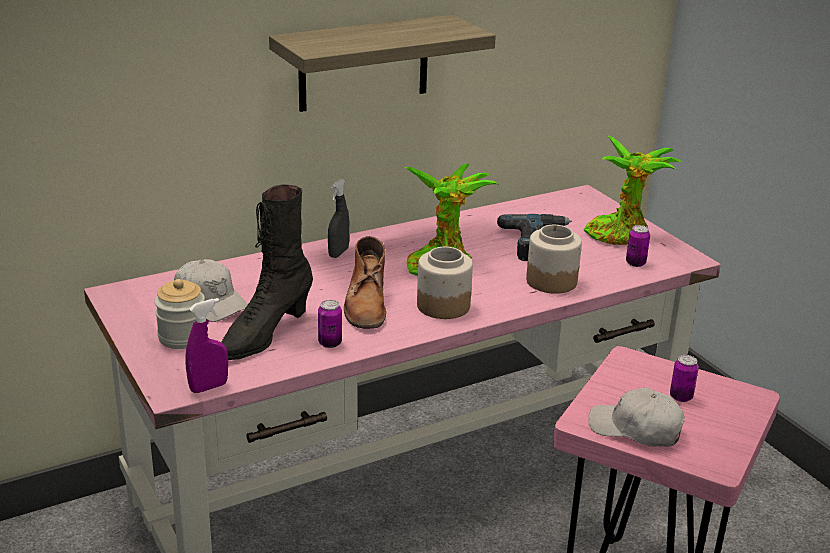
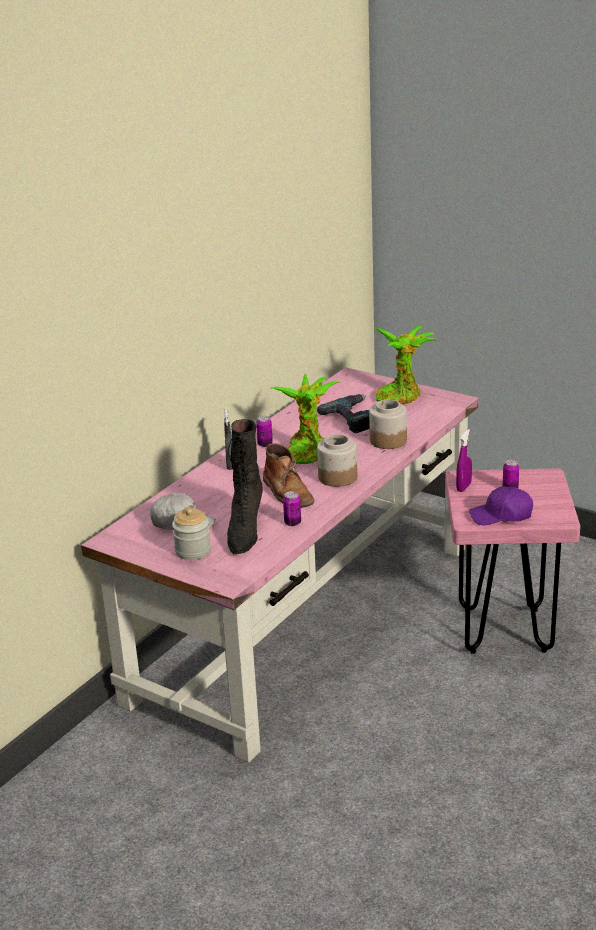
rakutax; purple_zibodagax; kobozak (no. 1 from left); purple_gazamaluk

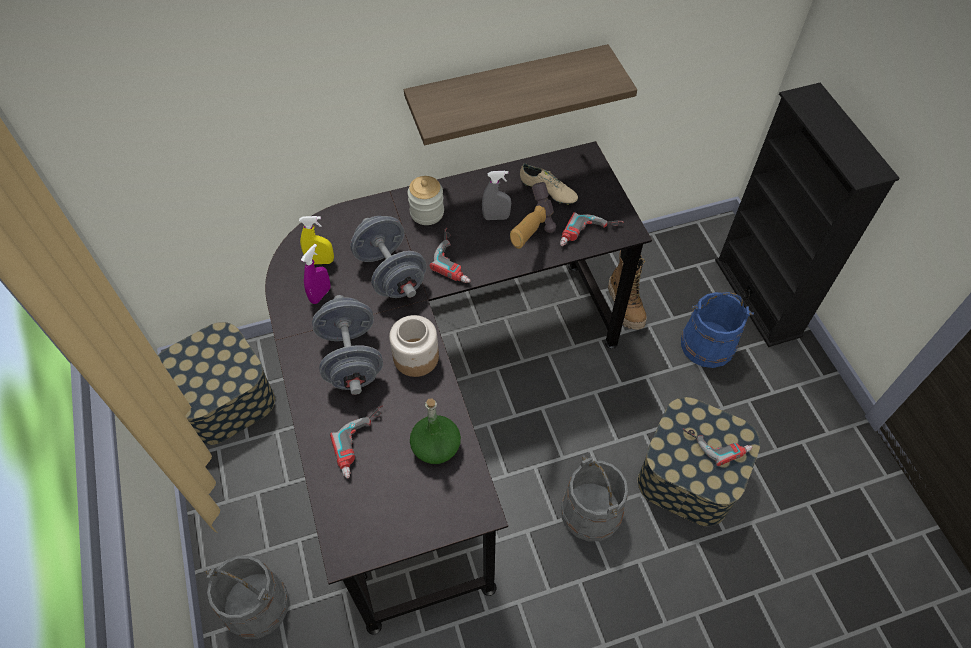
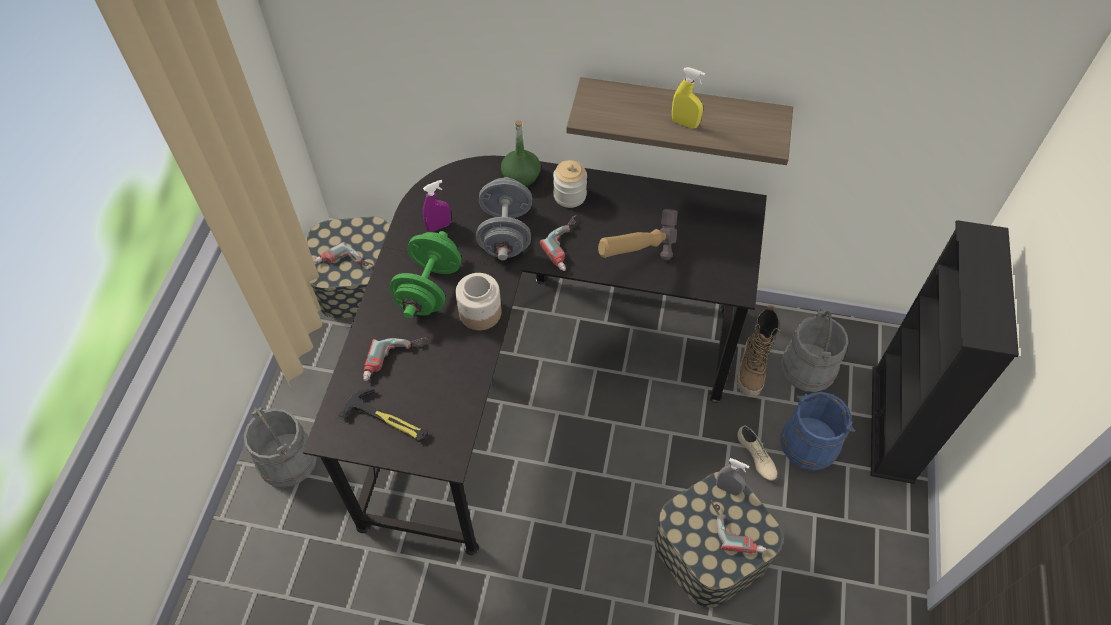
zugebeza (no. 1 from left); yellow_zibodagax; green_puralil; grey_zibodagax; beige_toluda; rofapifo (no. 1 from left); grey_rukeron (no. 2 from left); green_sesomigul

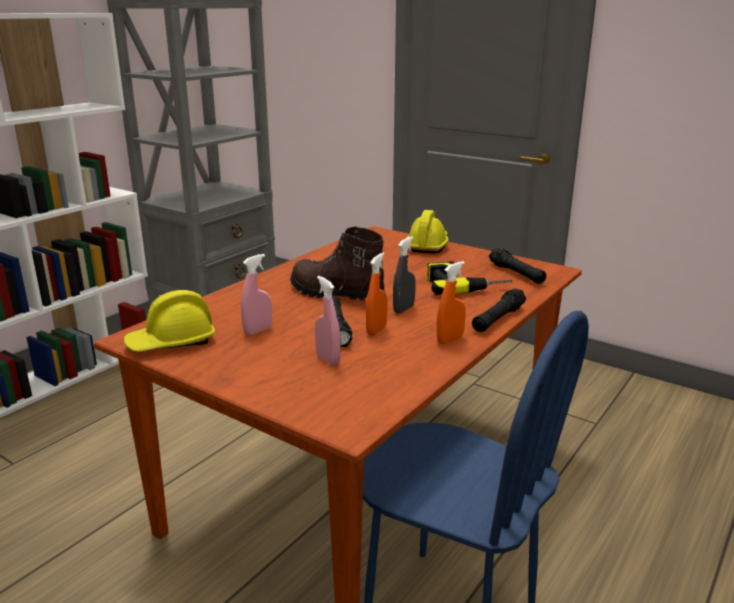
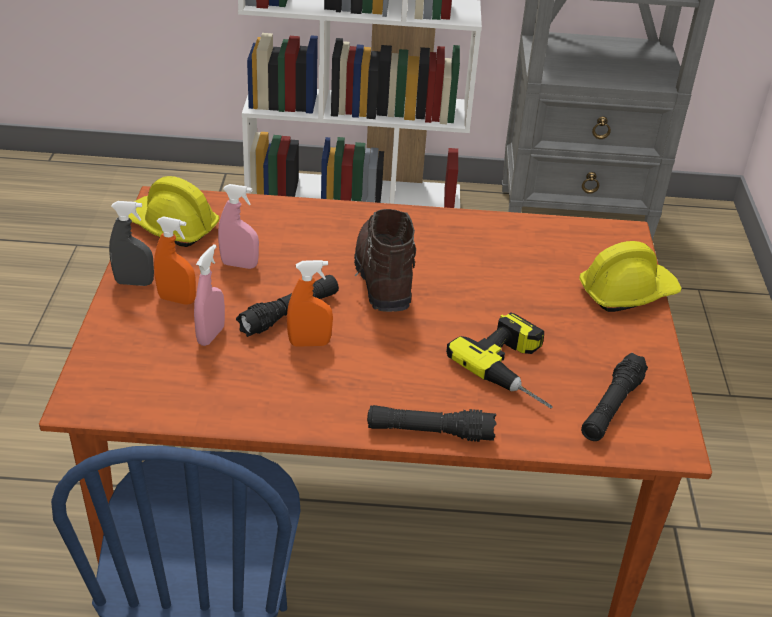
grey_zibodagax; orange_zibodagax (no. 1 from left)

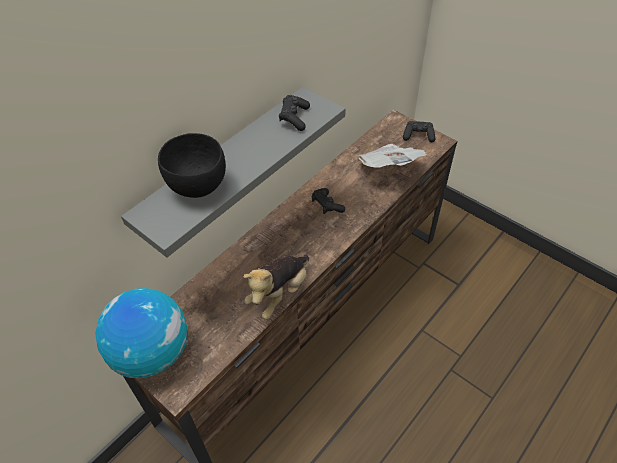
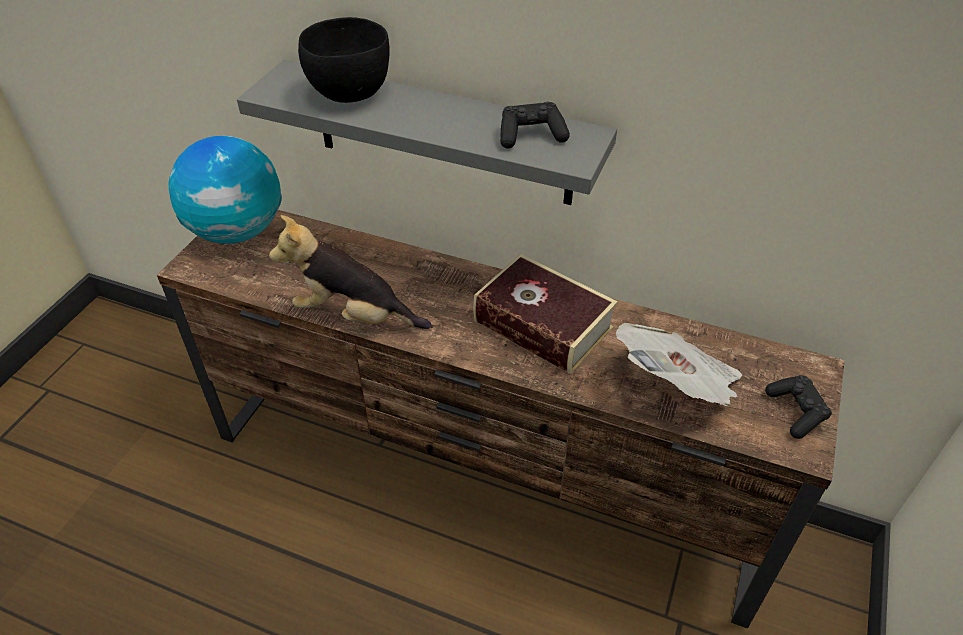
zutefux

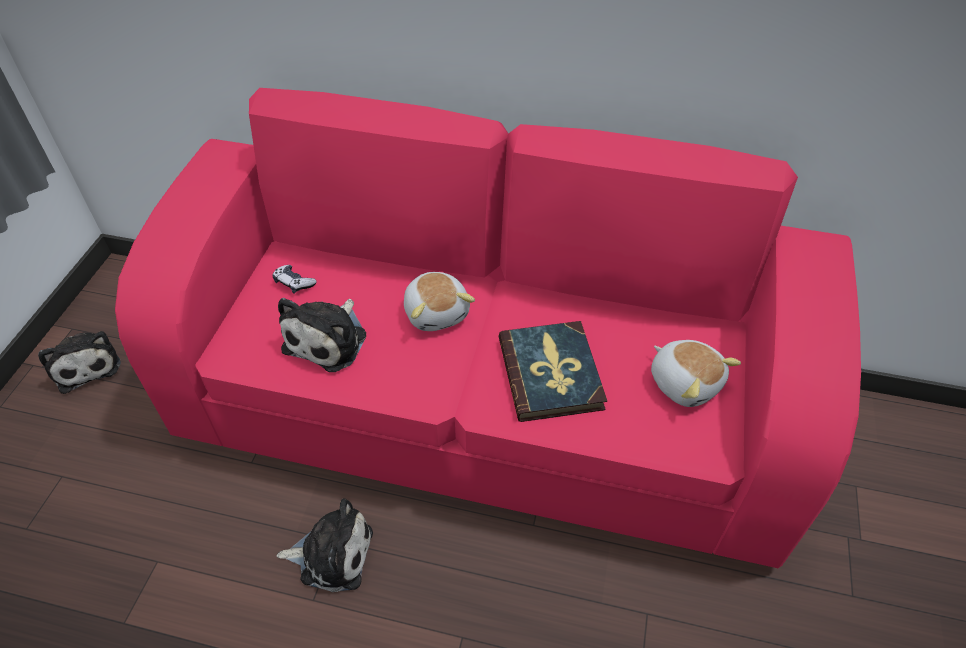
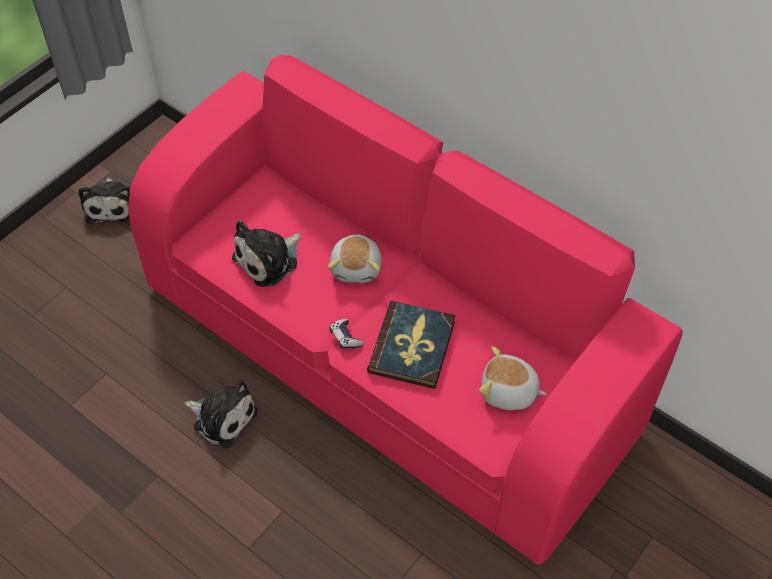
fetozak; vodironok (no. 5 from left)

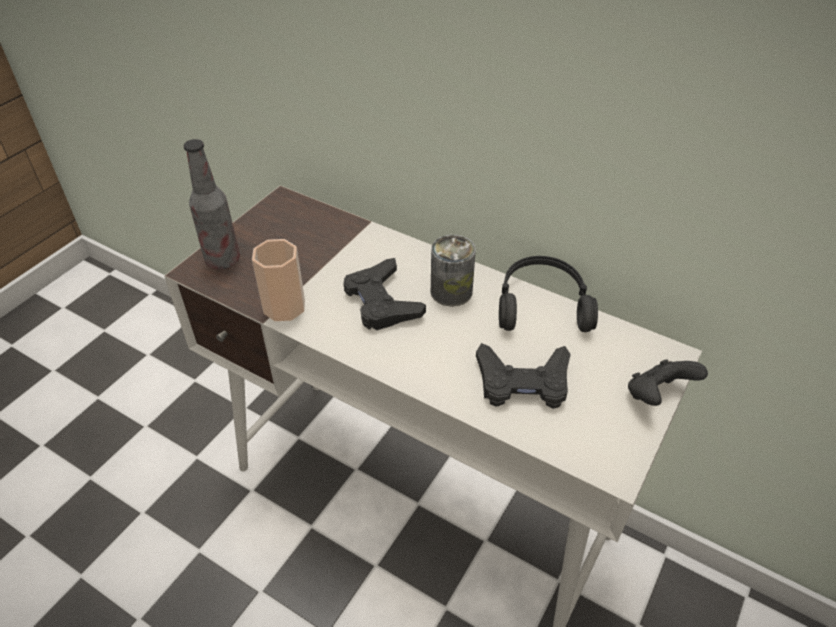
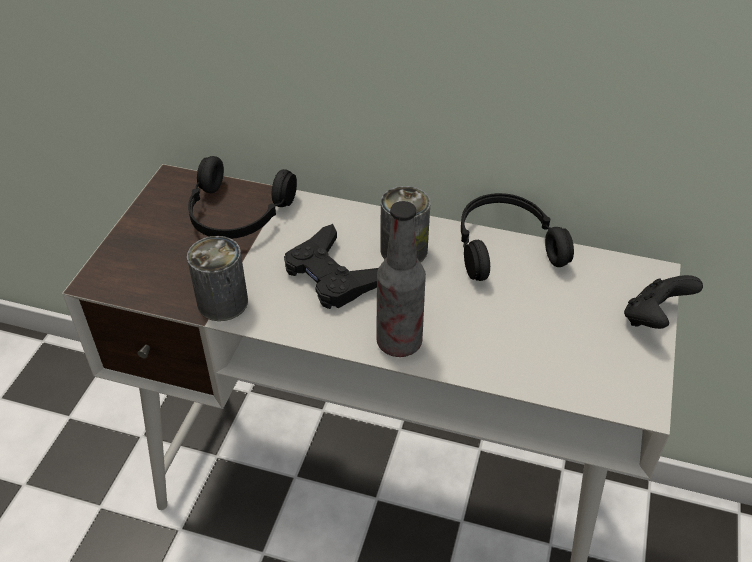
black_fetozak (no. 2 from left in the first image); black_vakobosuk (no. 1 from left); puralil; kobozak (no. 1 from left)

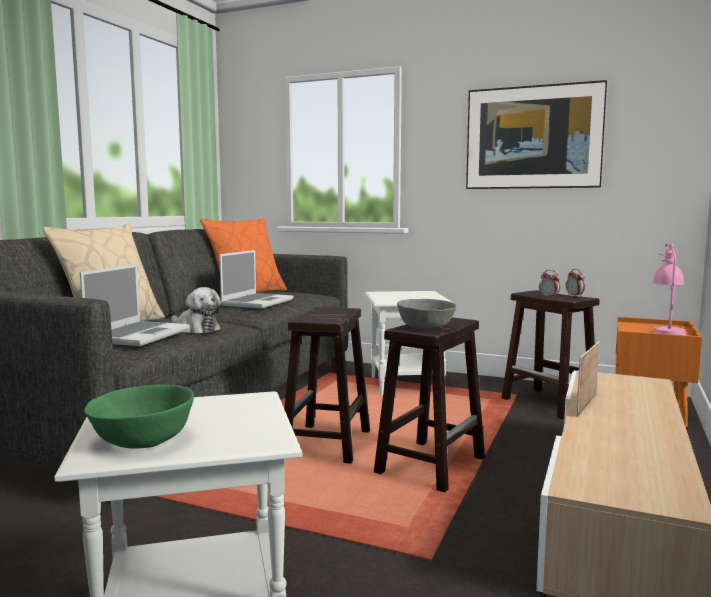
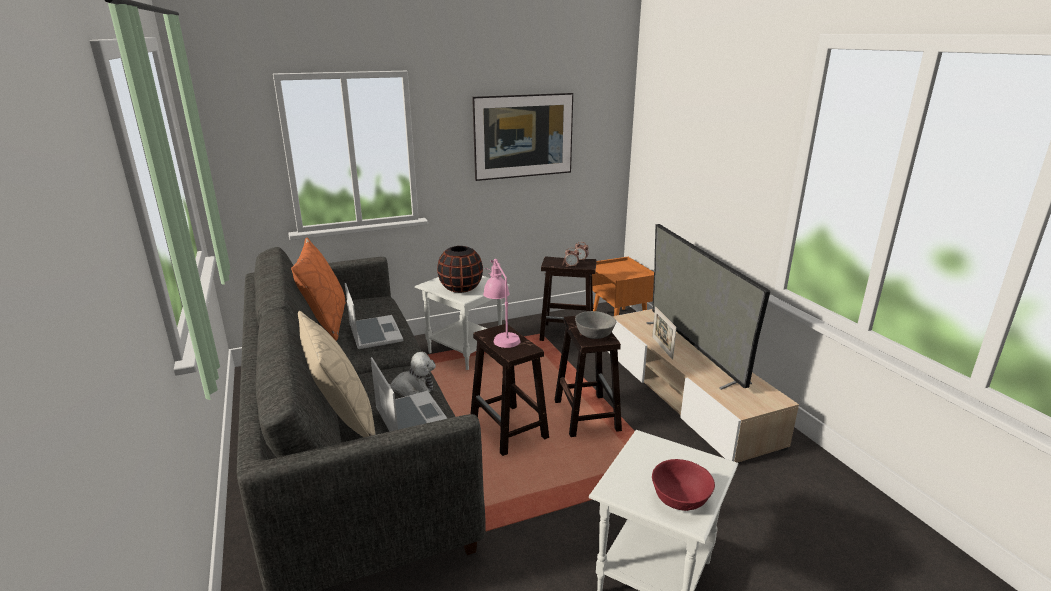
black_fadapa; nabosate; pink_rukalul; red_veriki

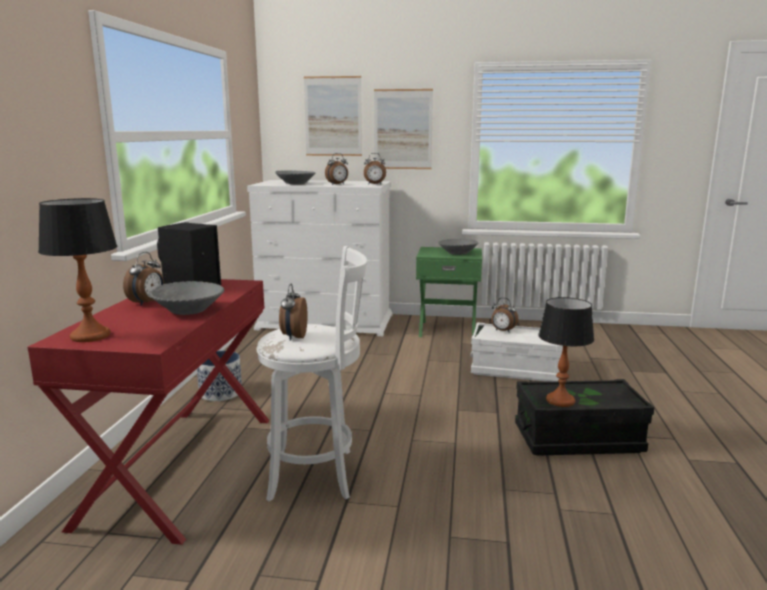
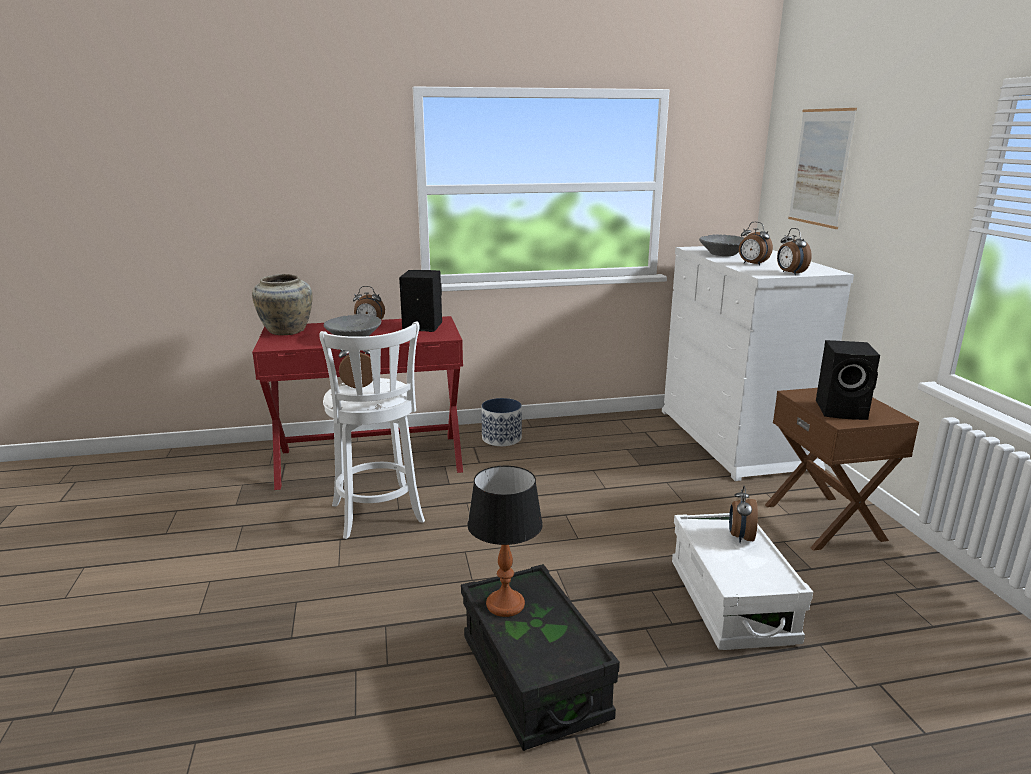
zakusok (no. 2 from left in the first image); beige_fadapa; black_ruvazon (no. 2 from left); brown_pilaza

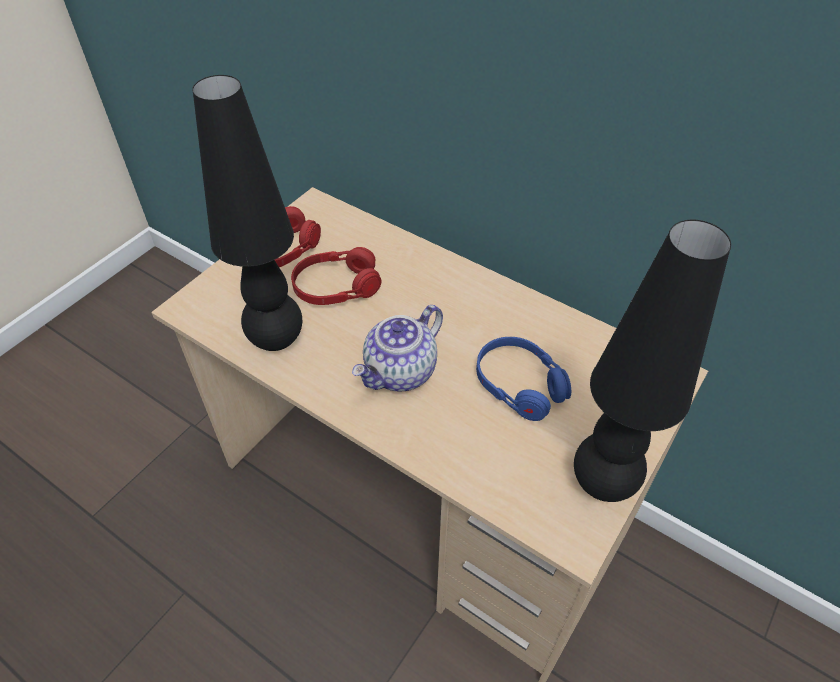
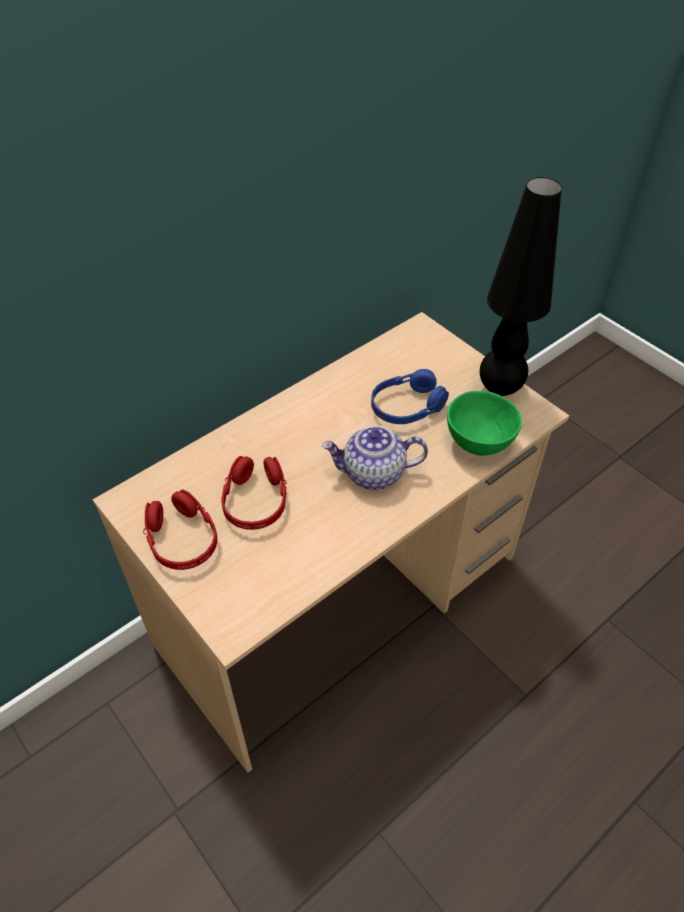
black_rukalul (no. 1 from left in the first image); green_veriki; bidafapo

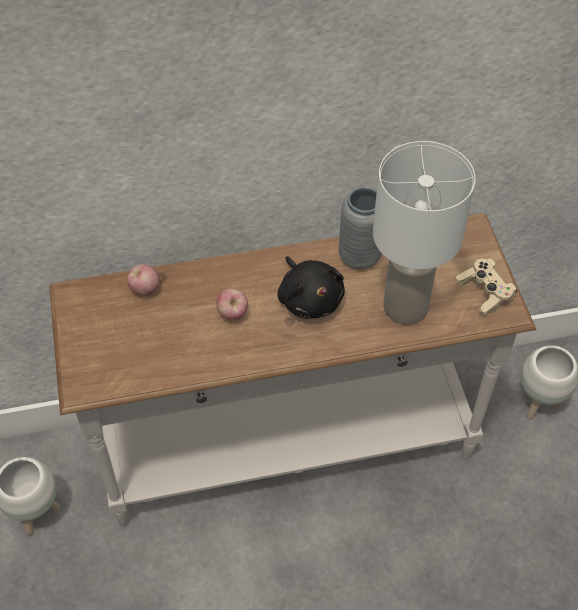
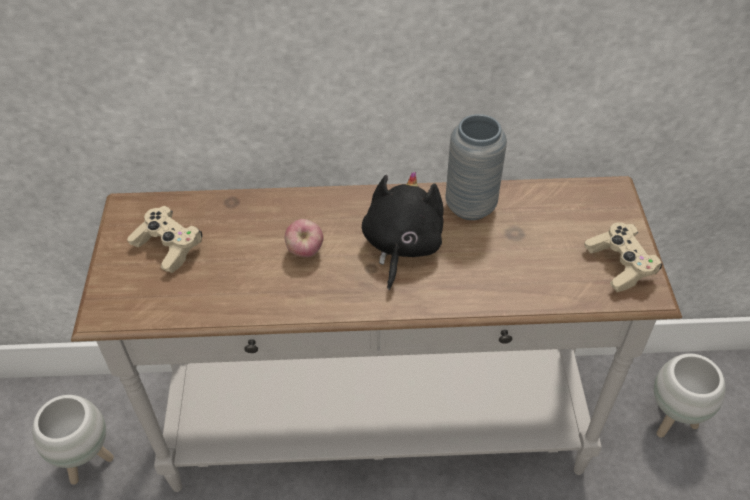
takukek (no. 1 from left in the first image); white_rukalul; beige_fetozak (no. 1 from left); black_vodironok

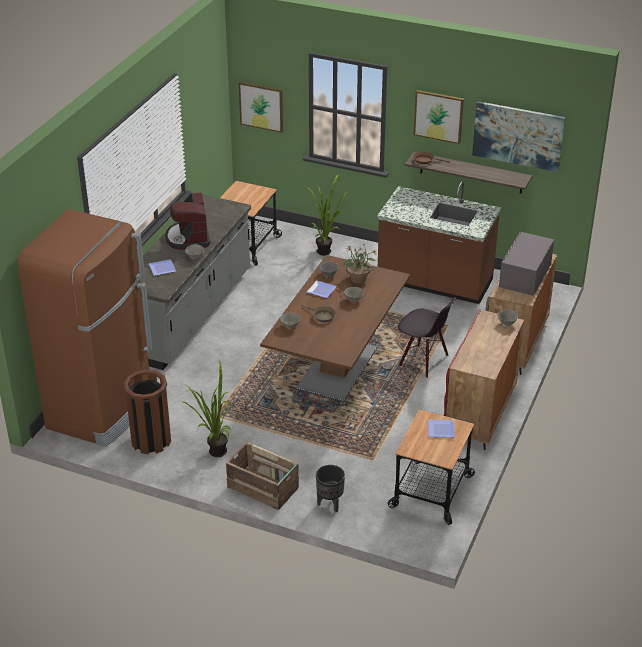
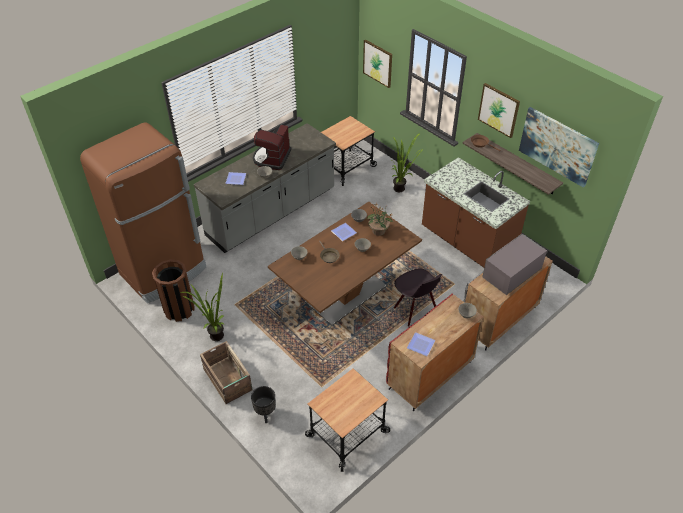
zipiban (no. 3 from left)

